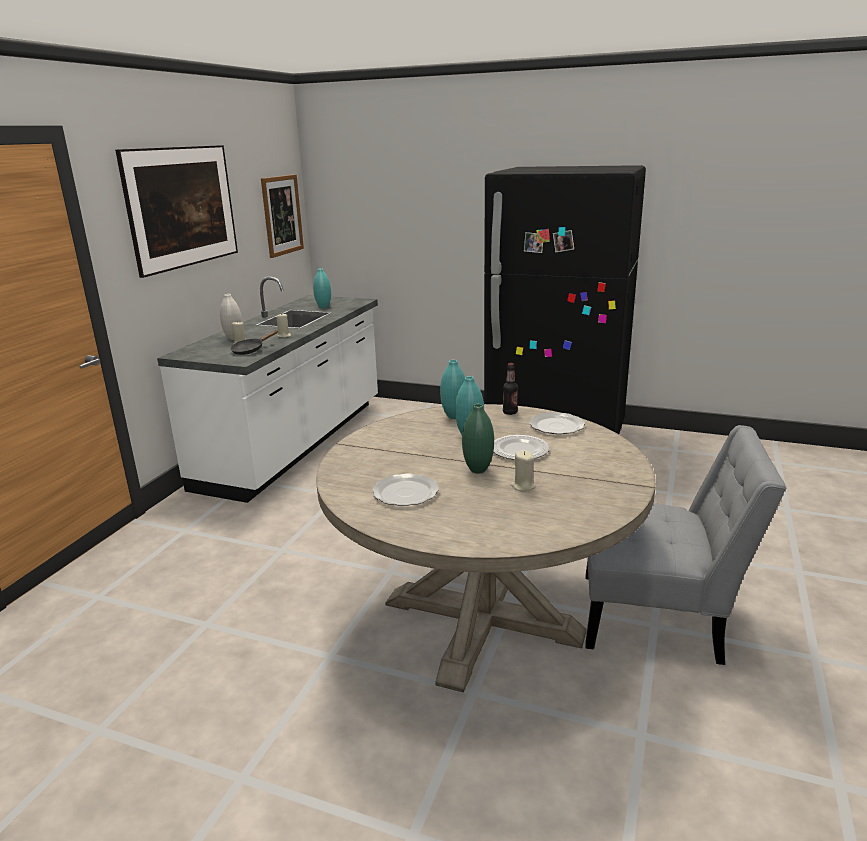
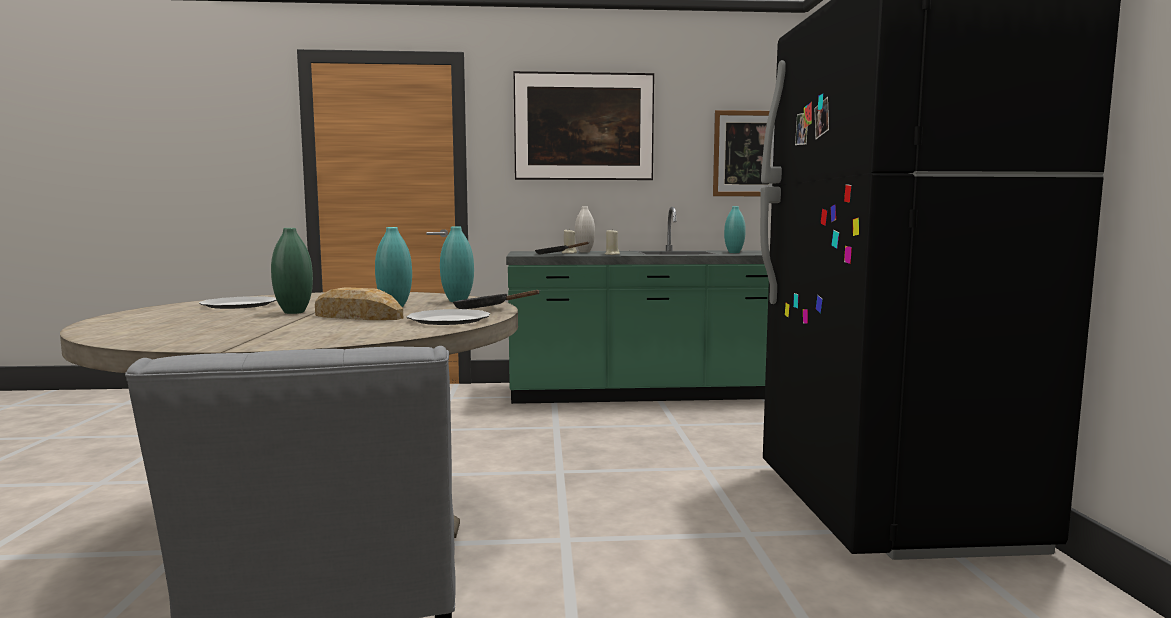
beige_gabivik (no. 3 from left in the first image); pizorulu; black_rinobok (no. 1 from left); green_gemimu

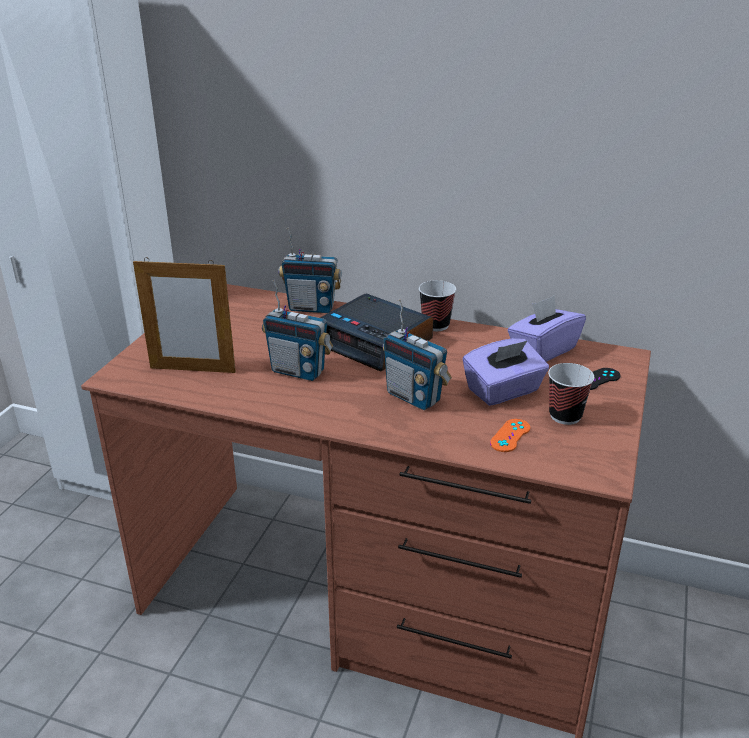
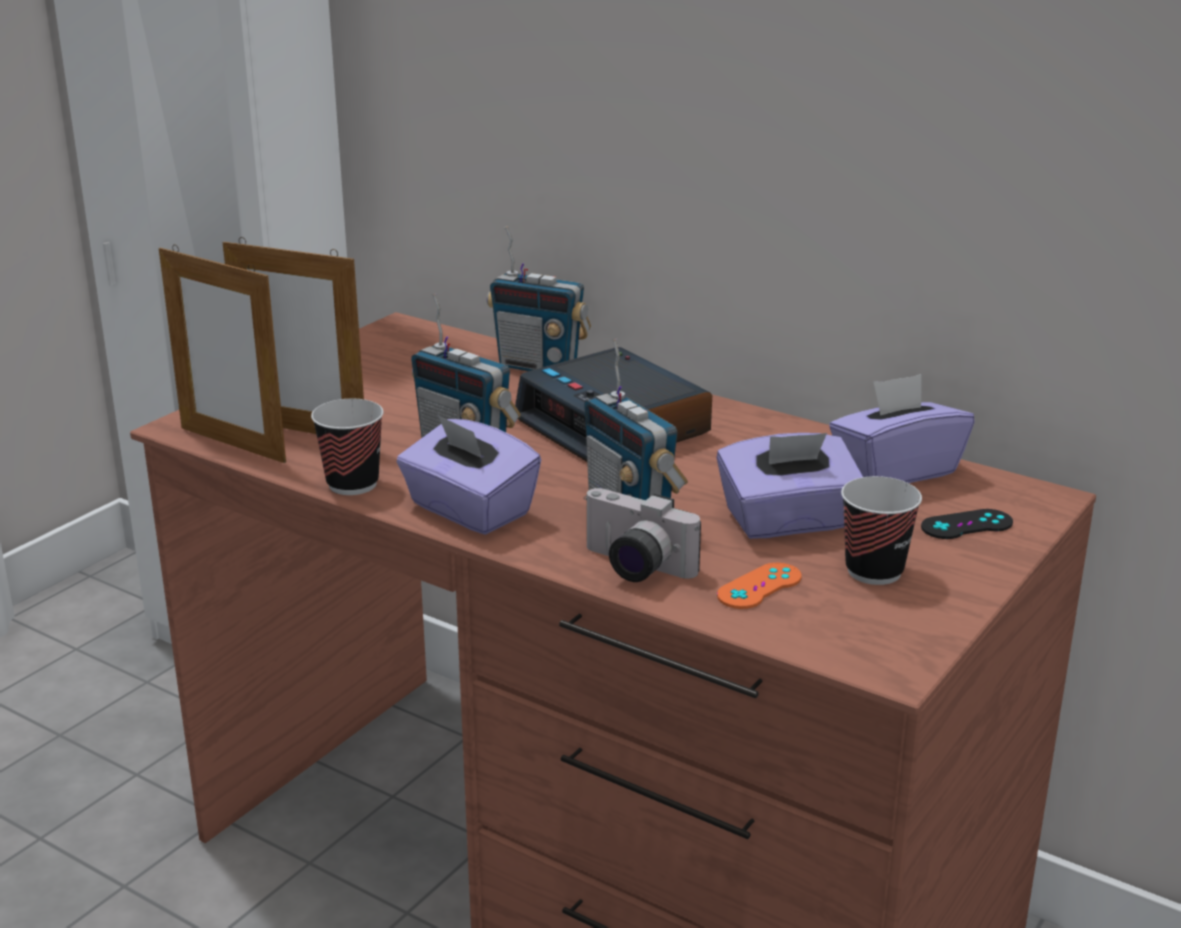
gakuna (no. 1 from left); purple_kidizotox (no. 1 from left); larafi; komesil (no. 1 from left)

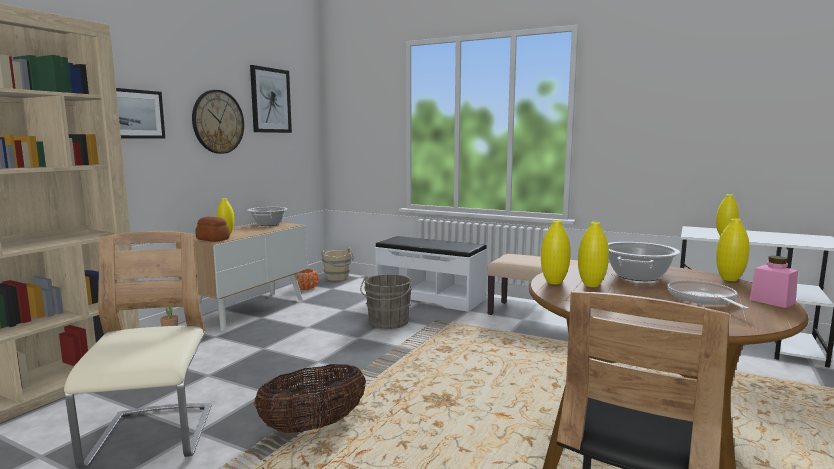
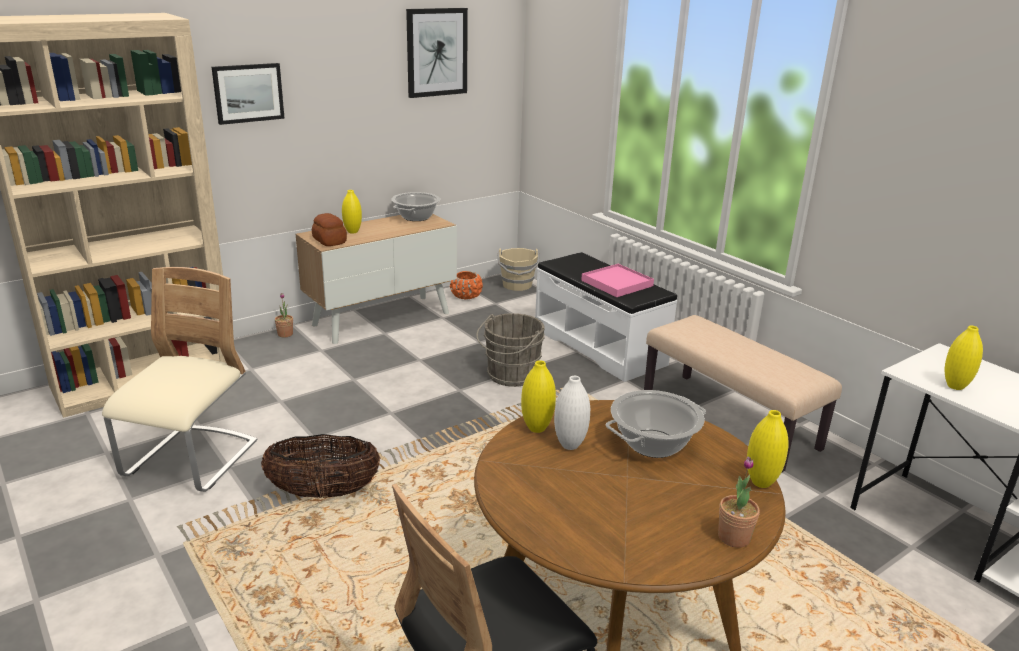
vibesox; rinobok; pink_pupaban; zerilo (no. 2 from left); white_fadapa

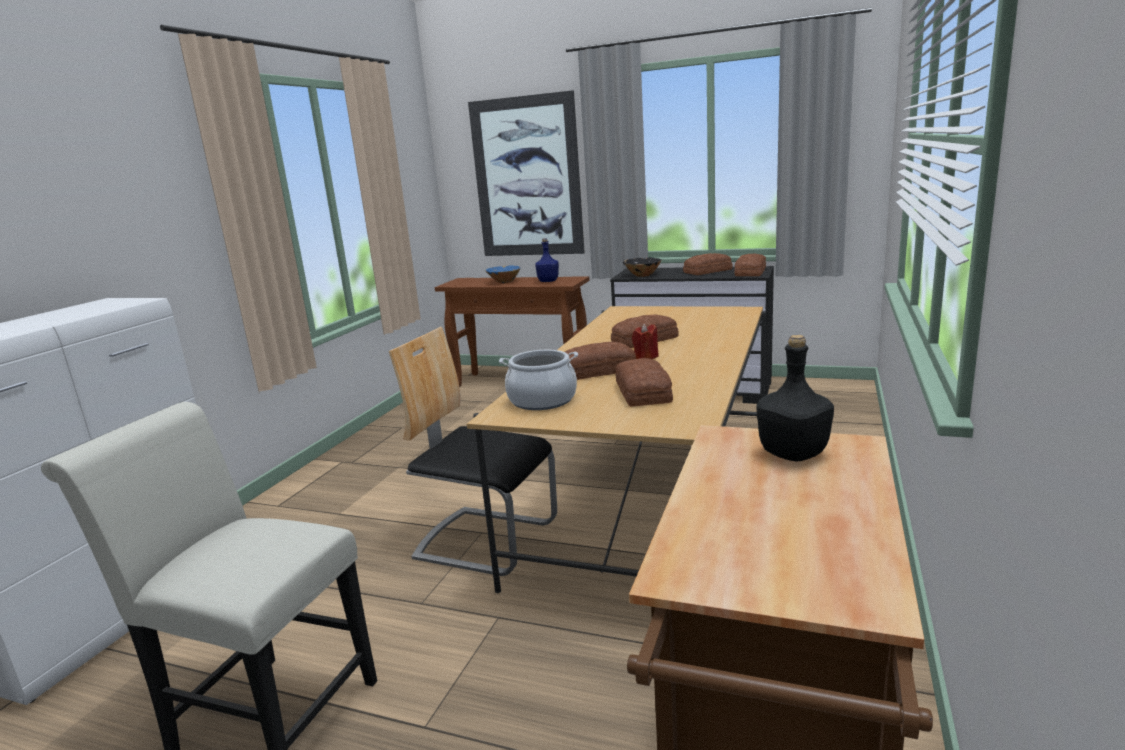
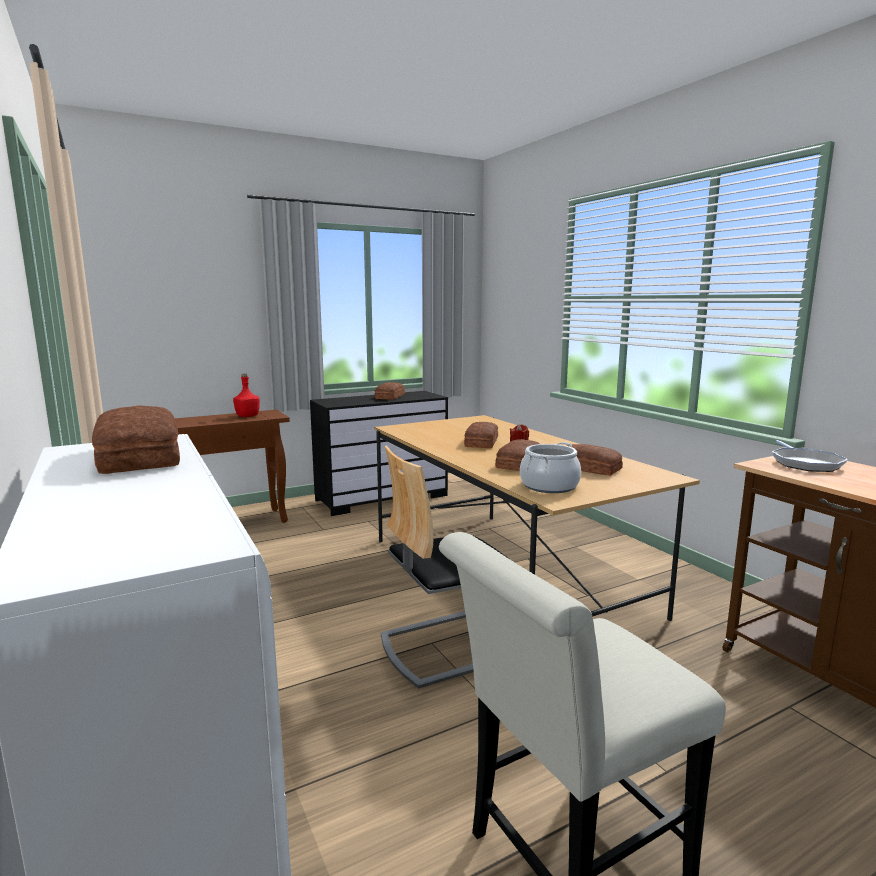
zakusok; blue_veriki; black_veriki; pizorulu (no. 1 from left); rinobok; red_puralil

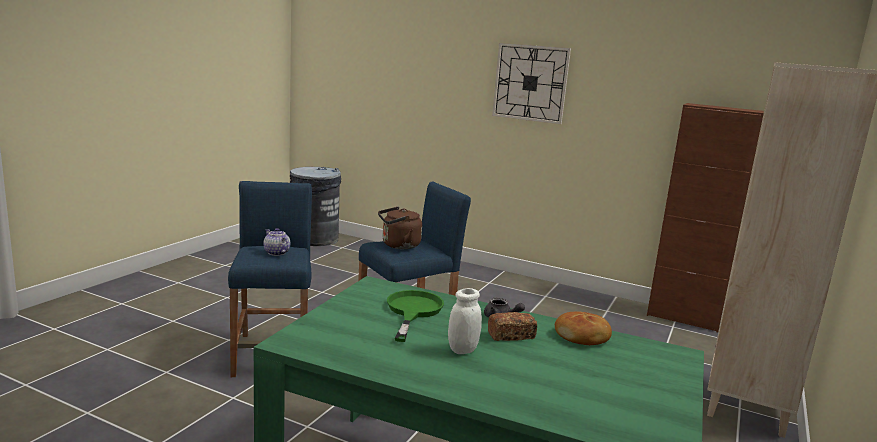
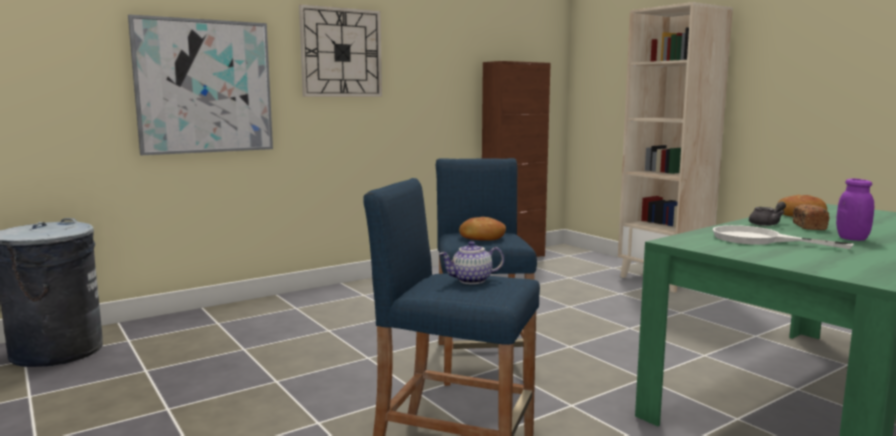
zakusok; pizorulu (no. 1 from left); white_rinobok; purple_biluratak

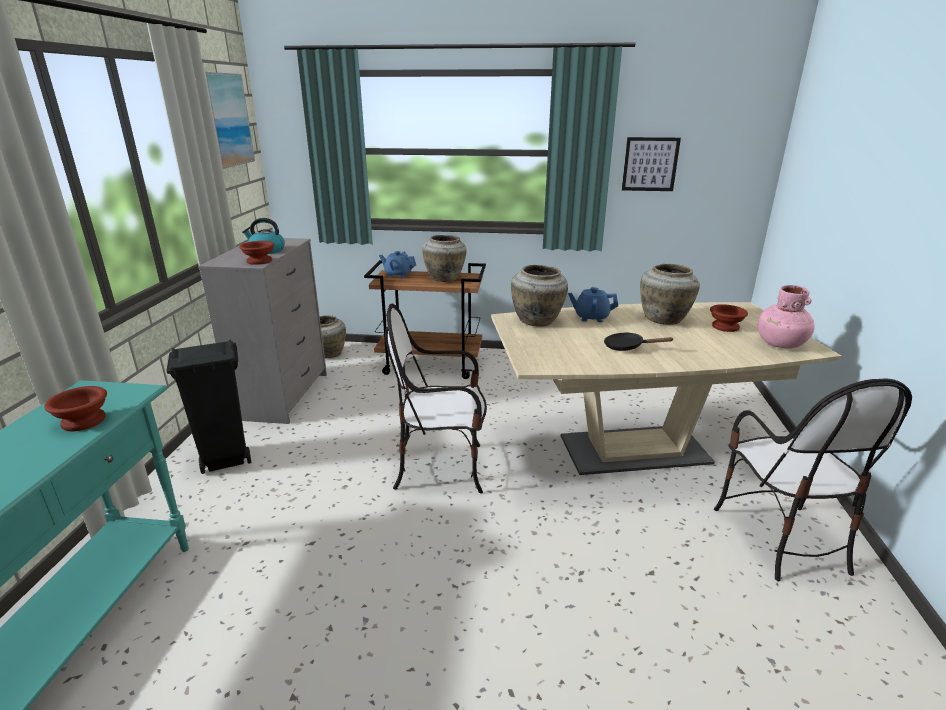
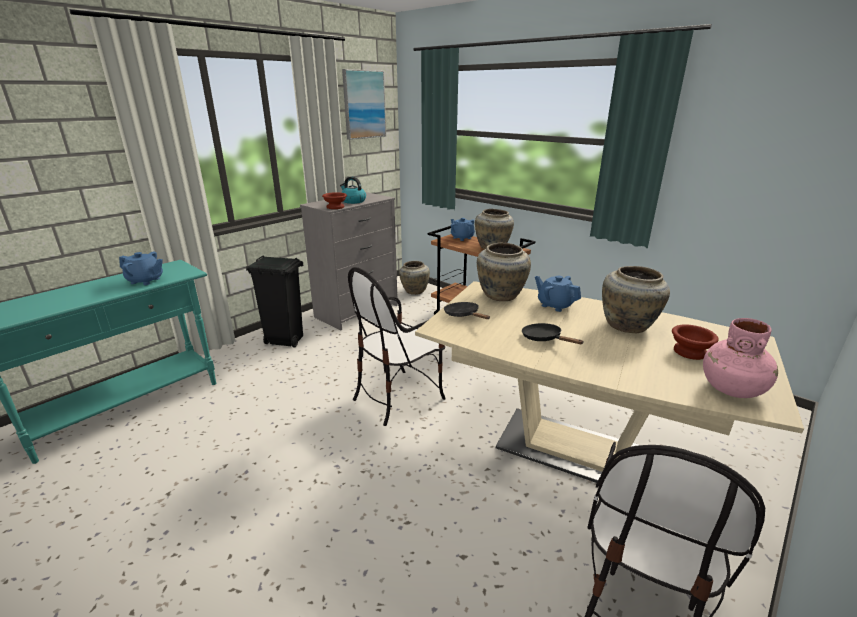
zakusok (no. 2 from left in the first image); black_rinobok (no. 1 from left); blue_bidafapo (no. 1 from left); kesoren (no. 1 from left)

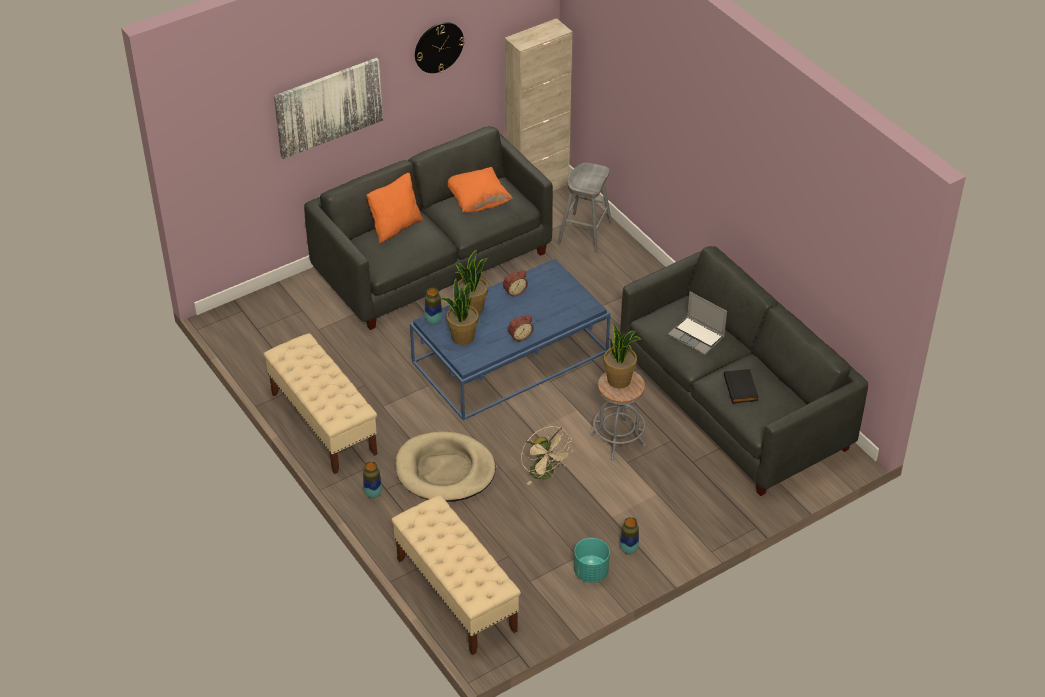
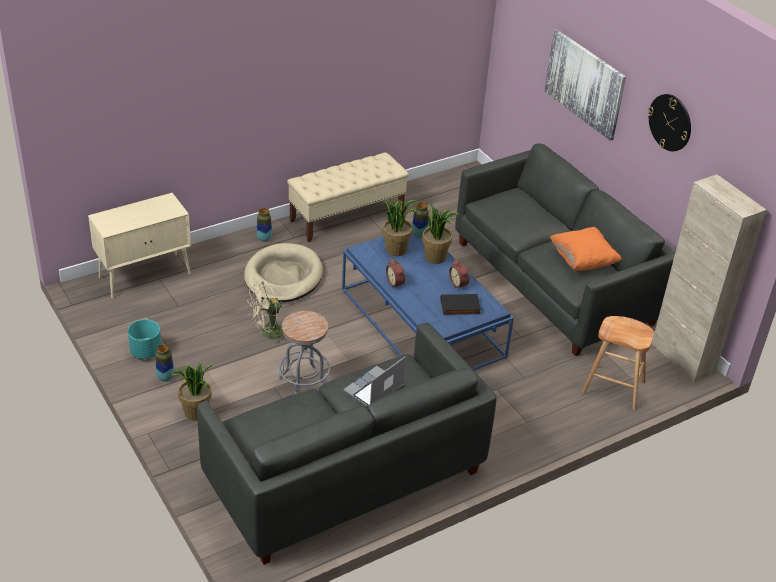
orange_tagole (no. 1 from left in the first image); zerilo (no. 1 from left); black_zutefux; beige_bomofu (no. 1 from left); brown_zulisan

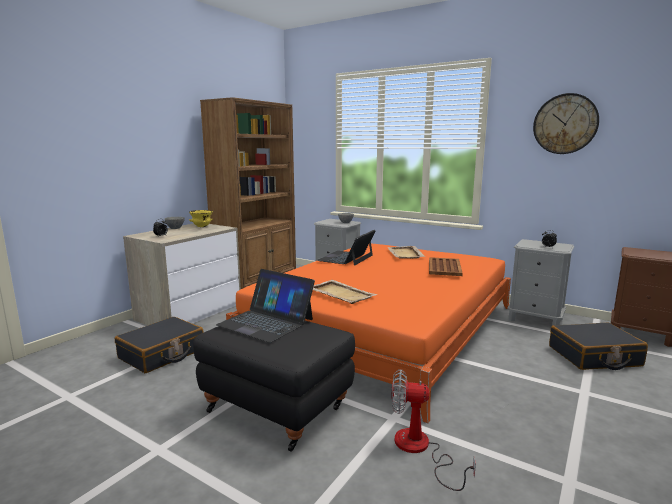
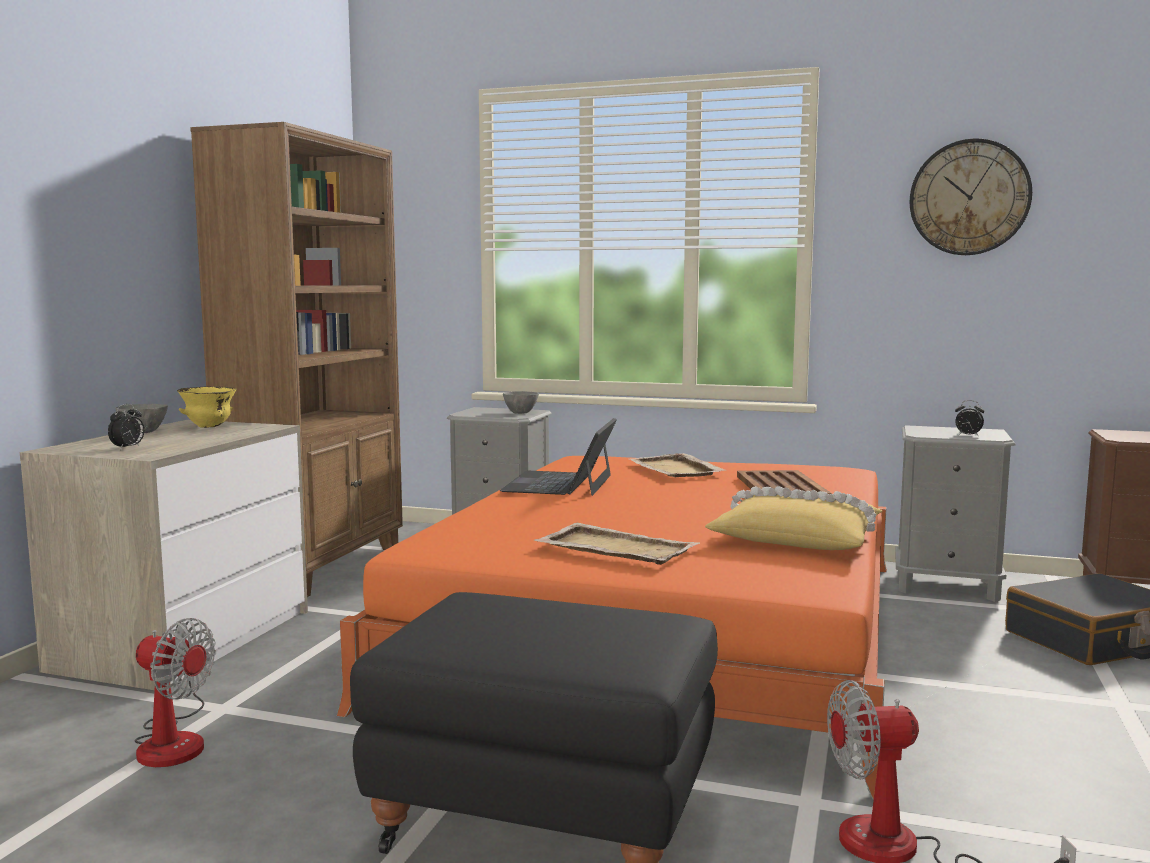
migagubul (no. 1 from left in the first image); yellow_tagole; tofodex (no. 1 from left)

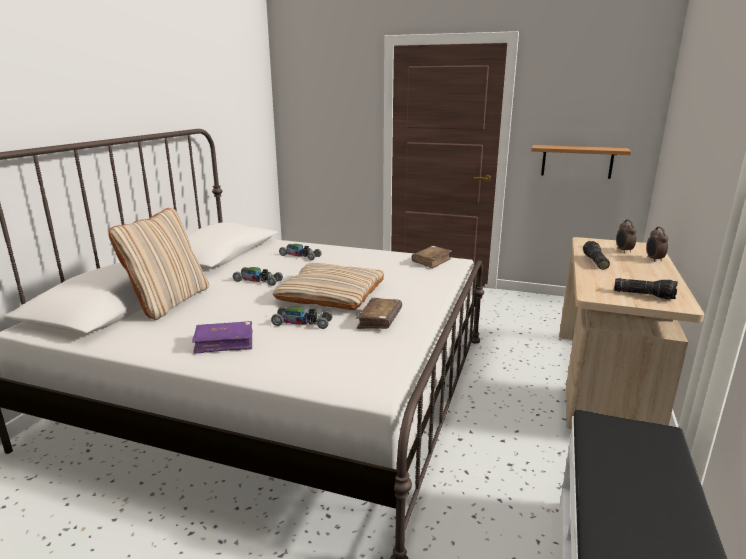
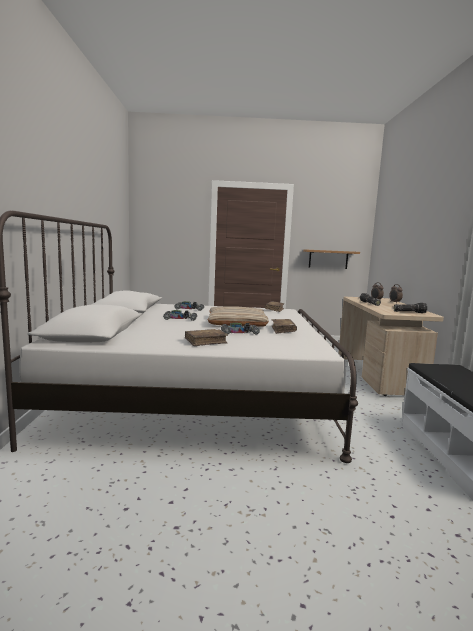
beige_tagole (no. 1 from left in the first image); brown_zutefux (no. 1 from left)

